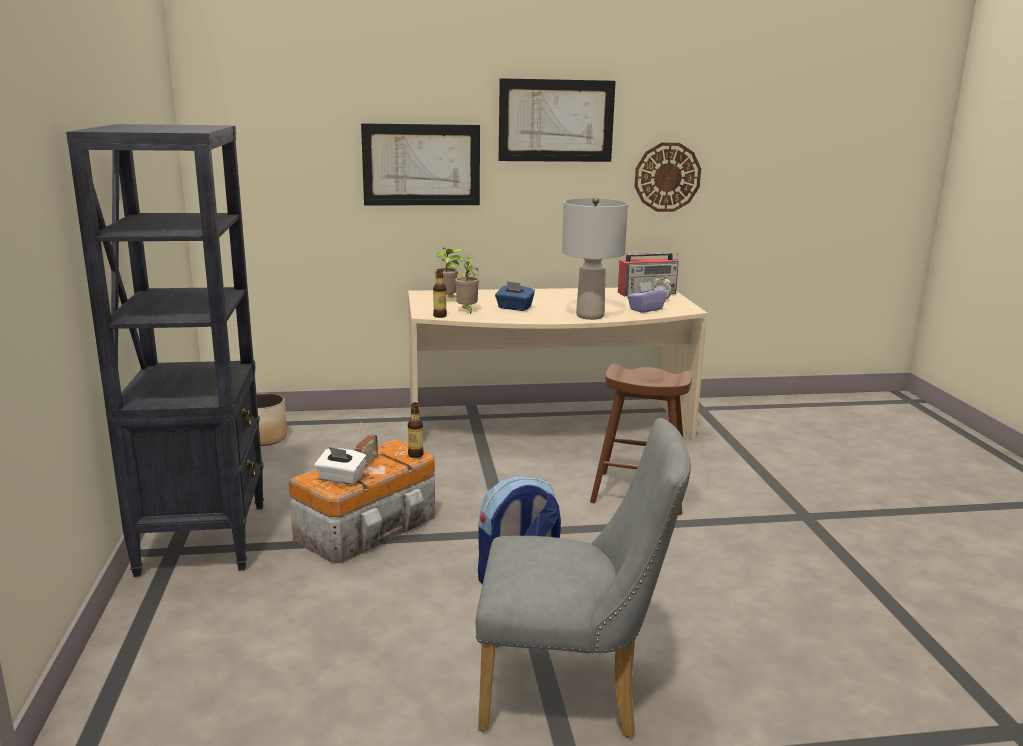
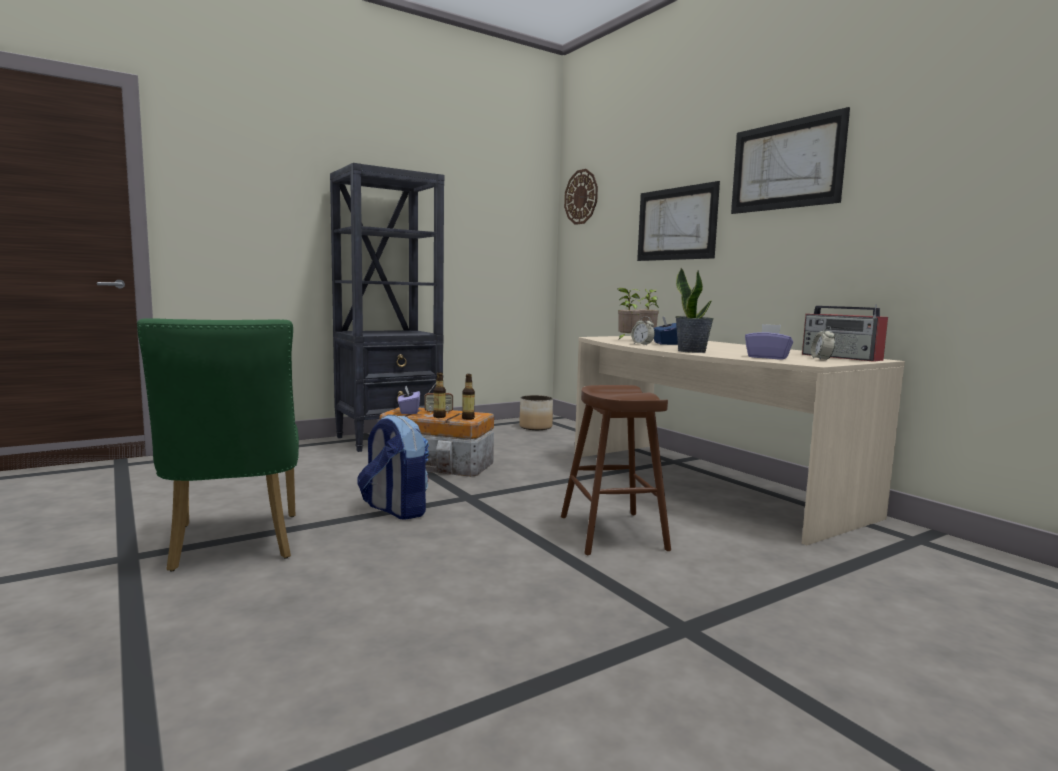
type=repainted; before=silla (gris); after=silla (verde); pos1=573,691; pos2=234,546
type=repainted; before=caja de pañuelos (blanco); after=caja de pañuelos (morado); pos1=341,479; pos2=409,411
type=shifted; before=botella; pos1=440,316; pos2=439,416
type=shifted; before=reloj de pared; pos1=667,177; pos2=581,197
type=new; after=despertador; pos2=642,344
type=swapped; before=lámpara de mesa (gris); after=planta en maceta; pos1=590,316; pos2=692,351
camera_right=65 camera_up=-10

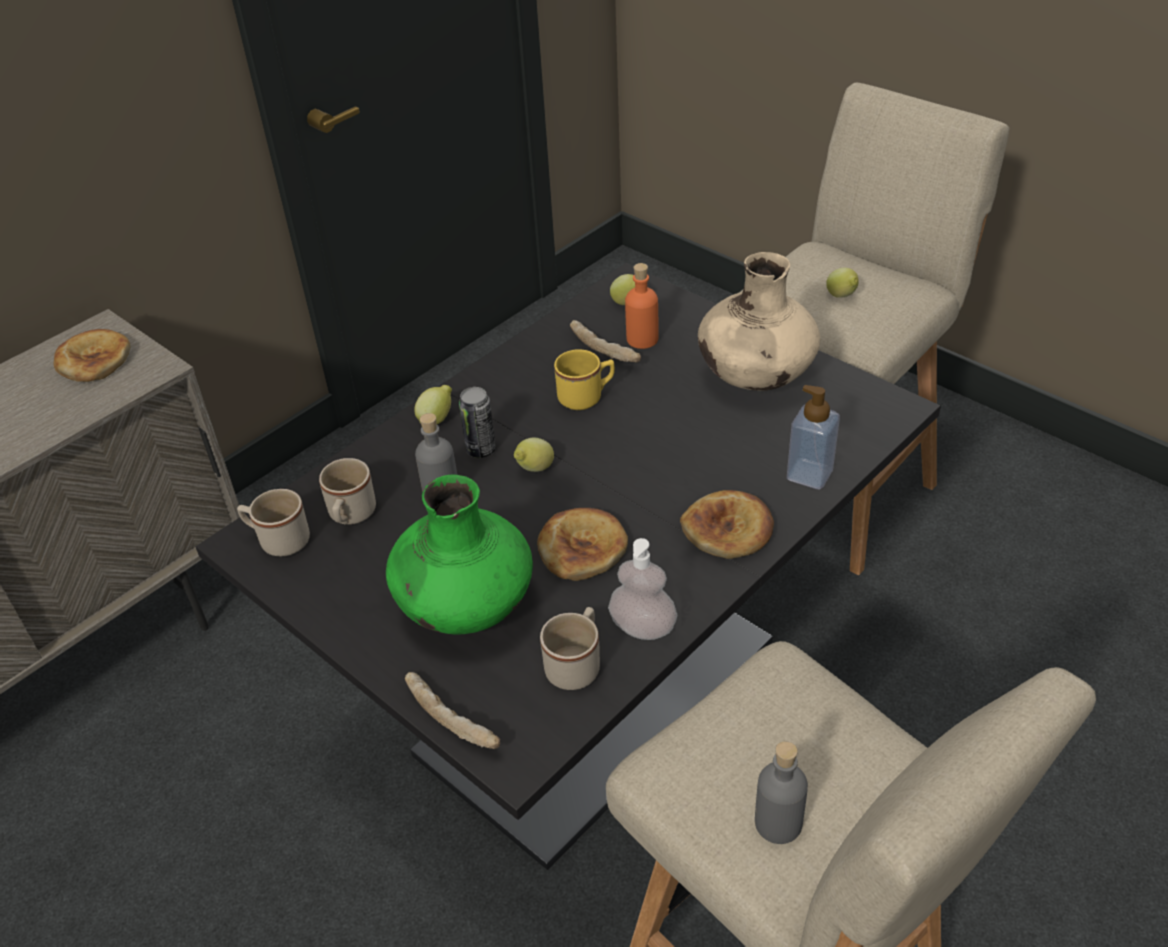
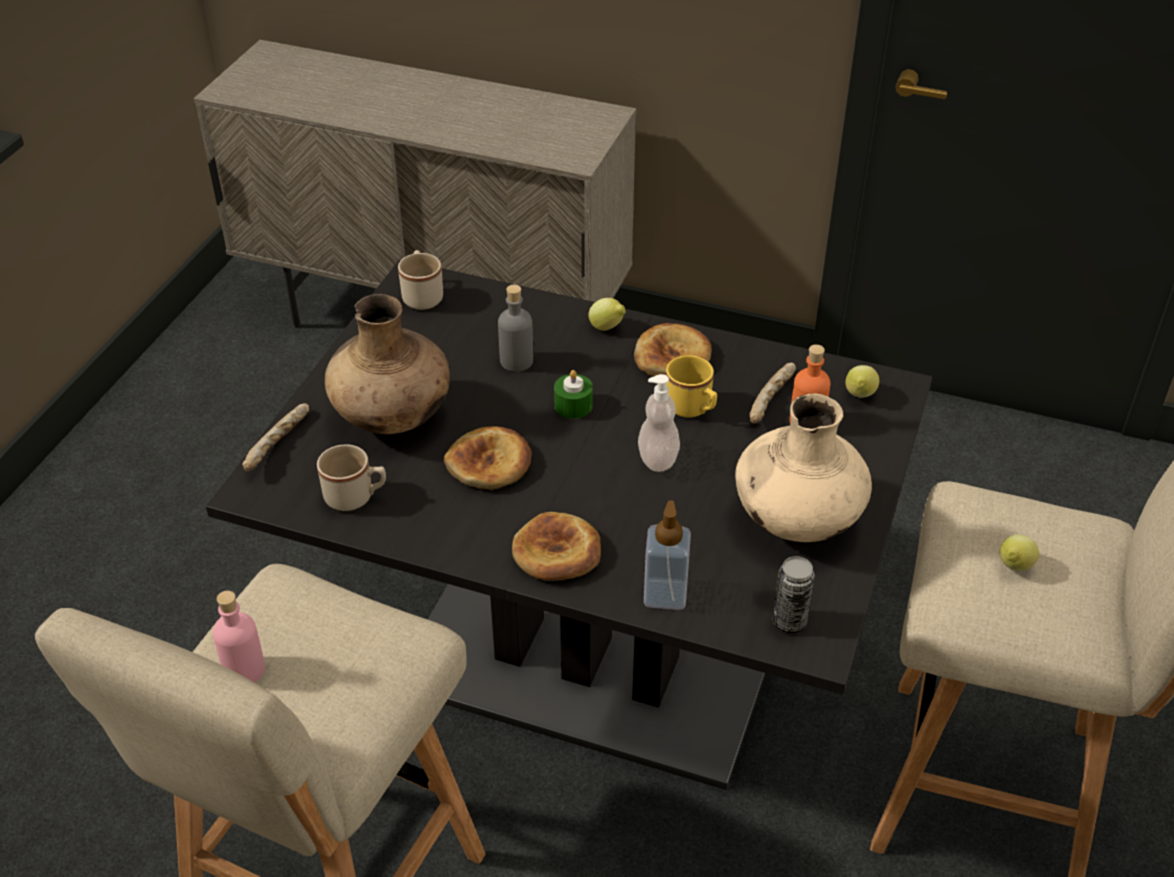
type=repainted; before=botella (gris); after=botella (rosa); pos1=778,823; pos2=244,670
type=repainted; before=florero (verde); after=florero (marrón); pos1=465,608; pos2=392,416
type=swapped; before=limón; after=vela (verde); pos1=534,470; pos2=573,405
type=shifted; before=pan; pos1=94,360; pos2=672,356
type=shifted; before=dispensador de jabón; pos1=642,627; pos2=658,459
type=shifted; before=lata; pos1=481,449; pos2=789,622
type=gone; before=taza grande (beis); pos1=350,516
camera_right=65 camera_up=0

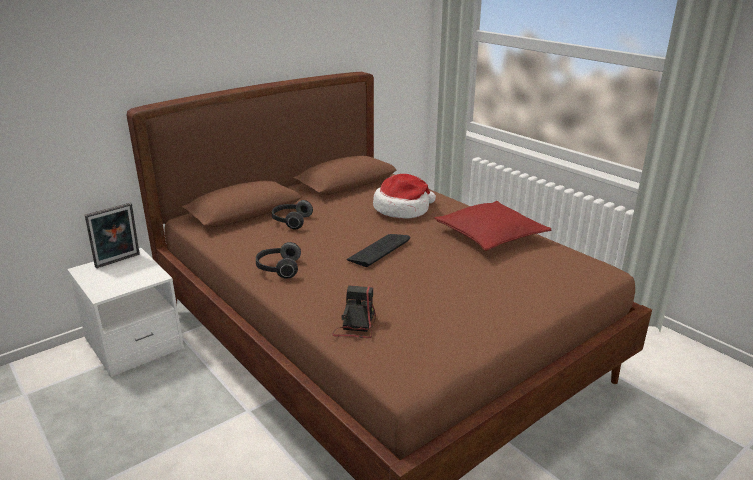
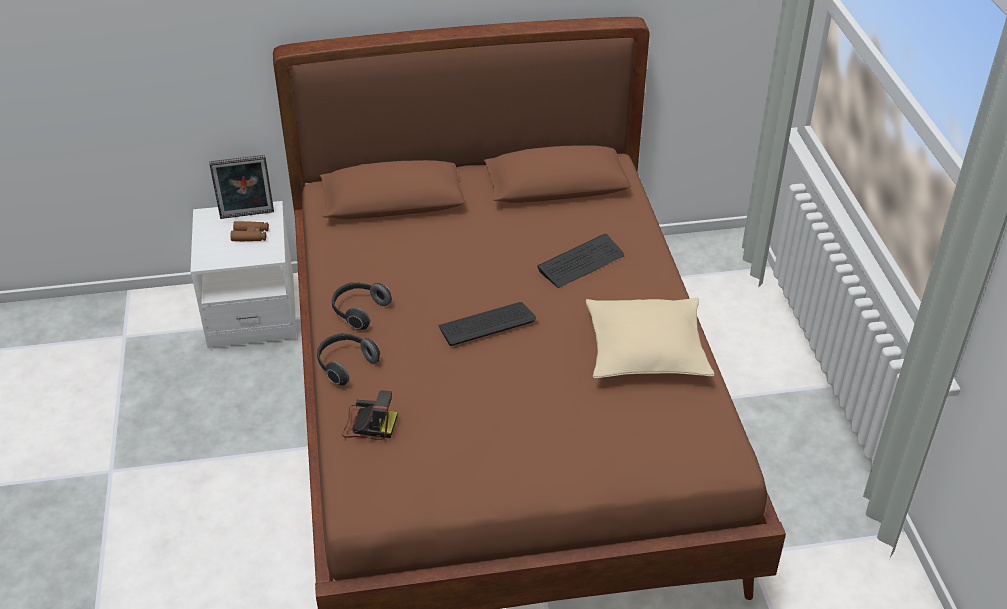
type=new; after=prismáticos (marrón); pos2=250,235
type=shifted; before=auriculares; pos1=291,221; pos2=345,365
type=rotated; before=cámara; pos1=356,325; pos2=368,424; turn=60
type=swapped; before=sombrero; after=teclado; pos1=402,209; pos2=581,262
type=repainted; before=cojín (rojo); after=cojín (beis); pos1=490,235; pos2=646,350
camera_right=30 camera_up=15

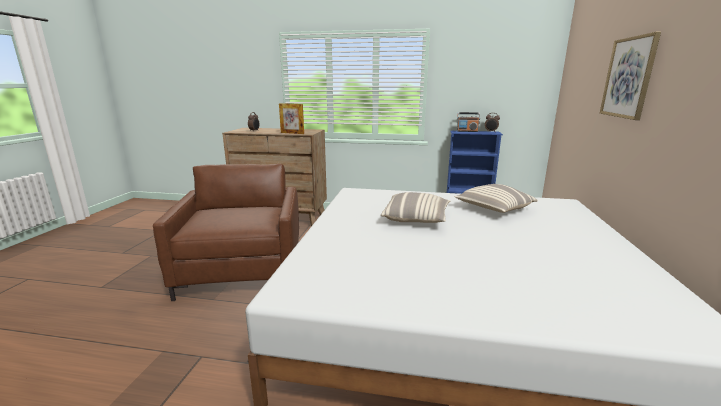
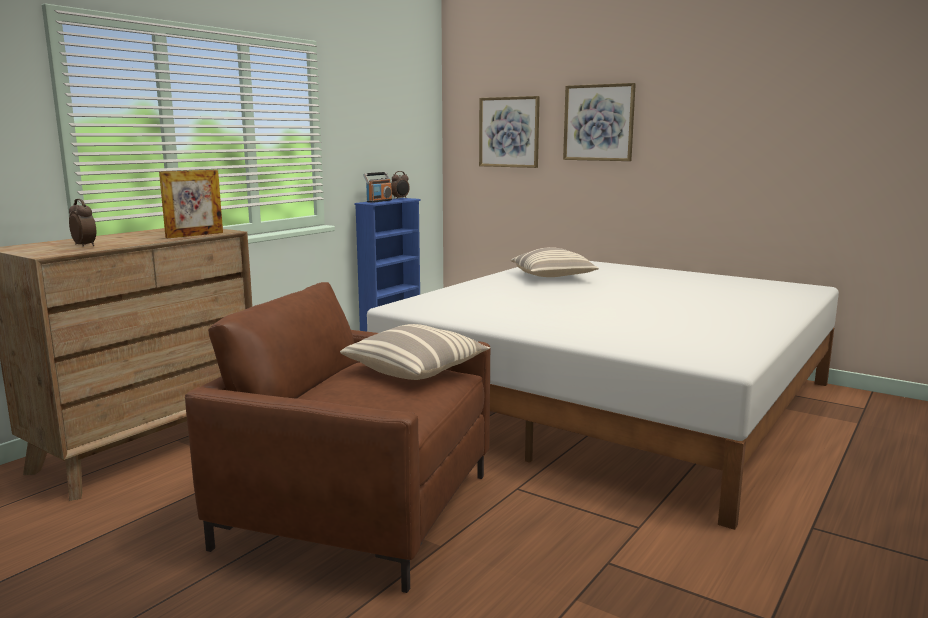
type=shifted; before=cojín; pos1=416,218; pos2=416,369
type=new; after=cuadro; pos2=509,132
camera_right=-65 camera_up=-5

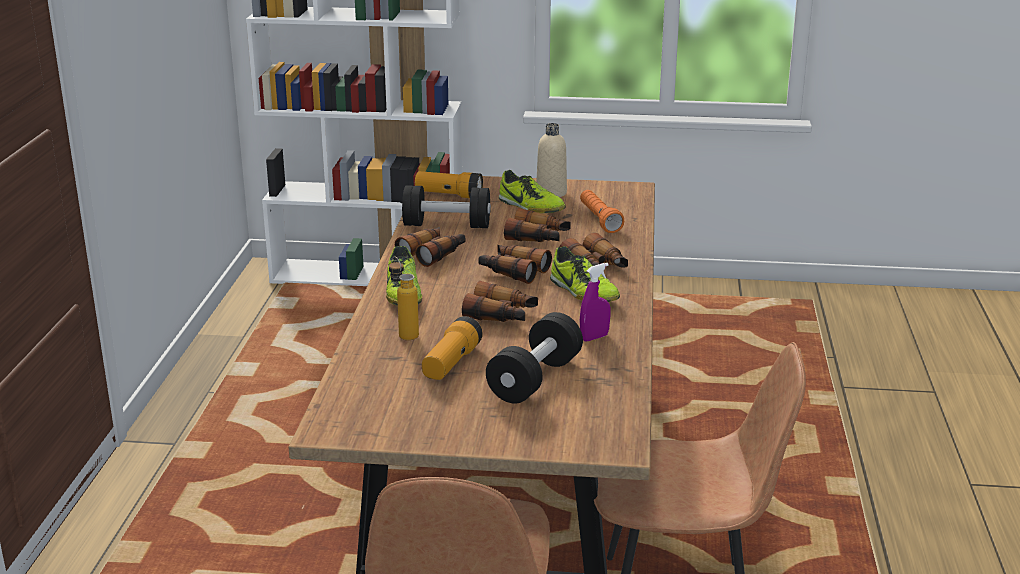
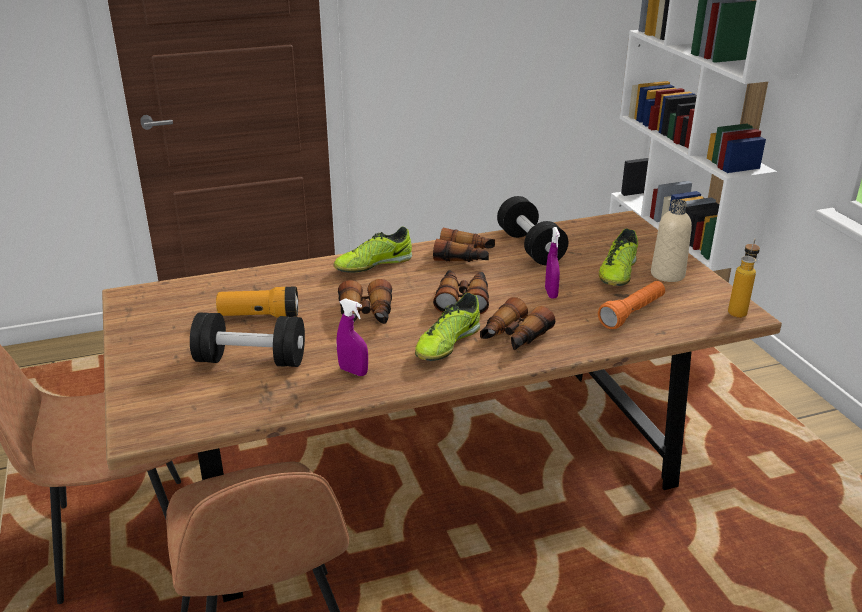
type=swapped; before=prismáticos; after=pulverizador (morado); pos1=538,238; pos2=551,293
type=shifted; before=botella; pos1=404,333; pos2=738,310
type=gone; before=linterna; pos1=449,195
camera_right=65 camera_up=5

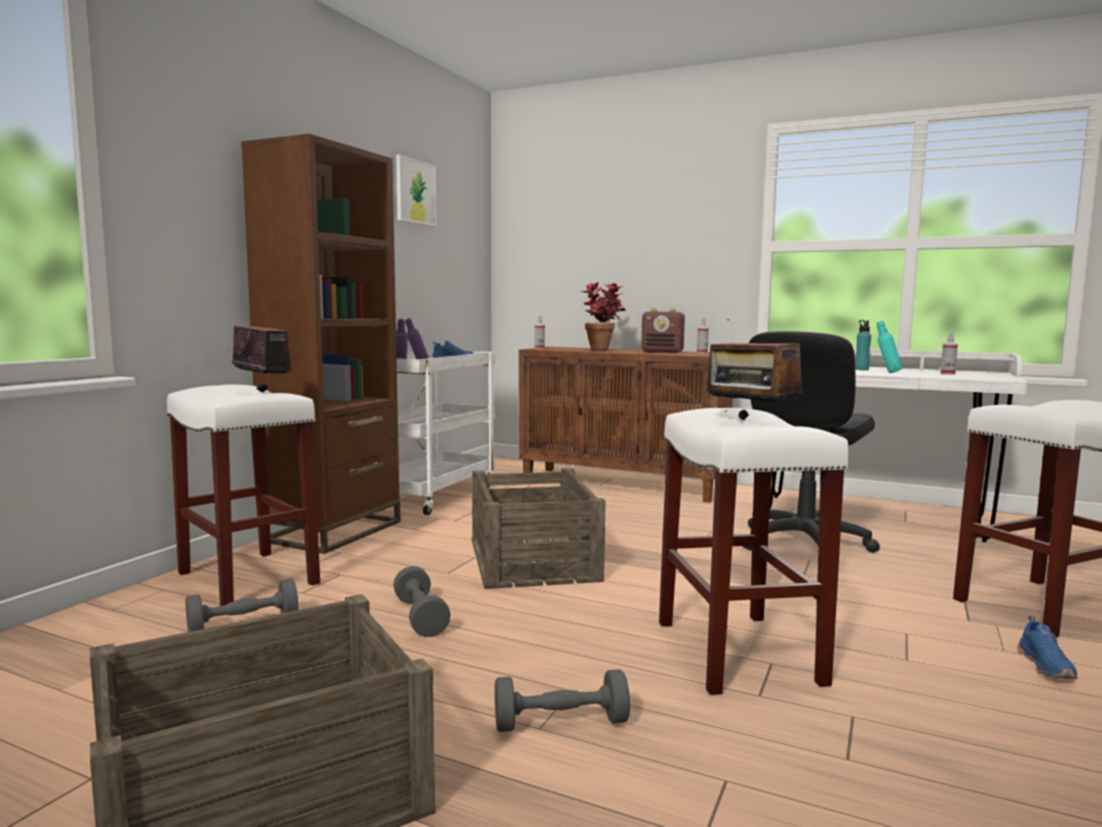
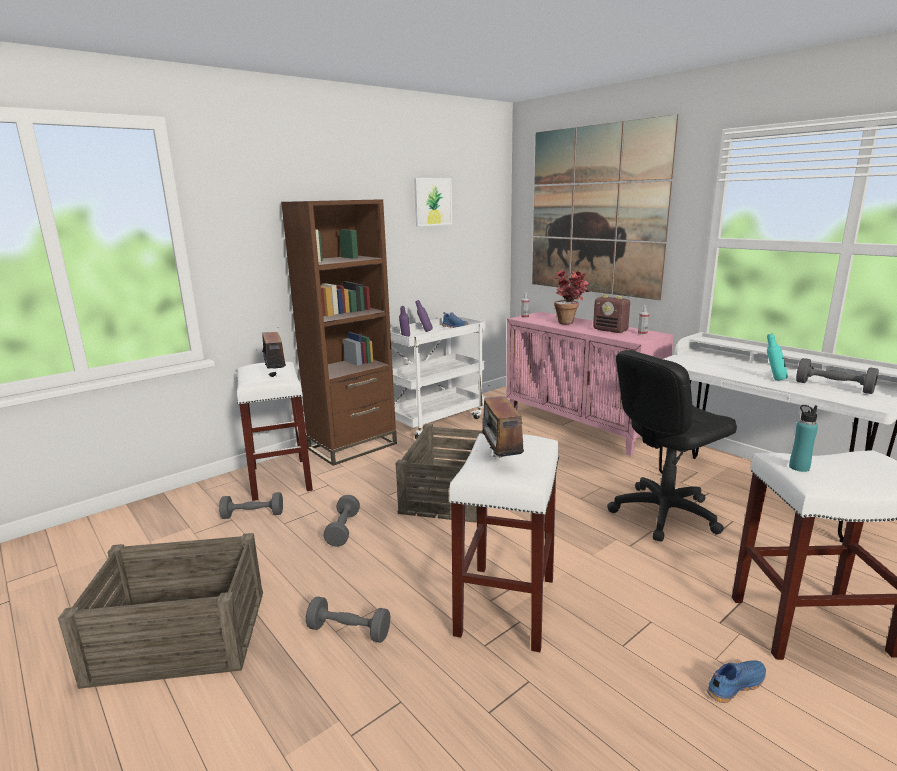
type=repainted; before=armario (marrón); after=armario (rosa); pos1=623,484; pos2=580,426
type=new; after=cuadro; pos2=595,211
type=rotated; before=zapato (azul); pos1=1047,667; pos2=734,685; turn=-150
type=shifted; before=botella (turquesa); pos1=861,369; pos2=799,467
type=swapped; before=pulverizador; after=mancuerna (gris); pos1=947,374; pos2=833,387
camera_right=25 camera_up=10

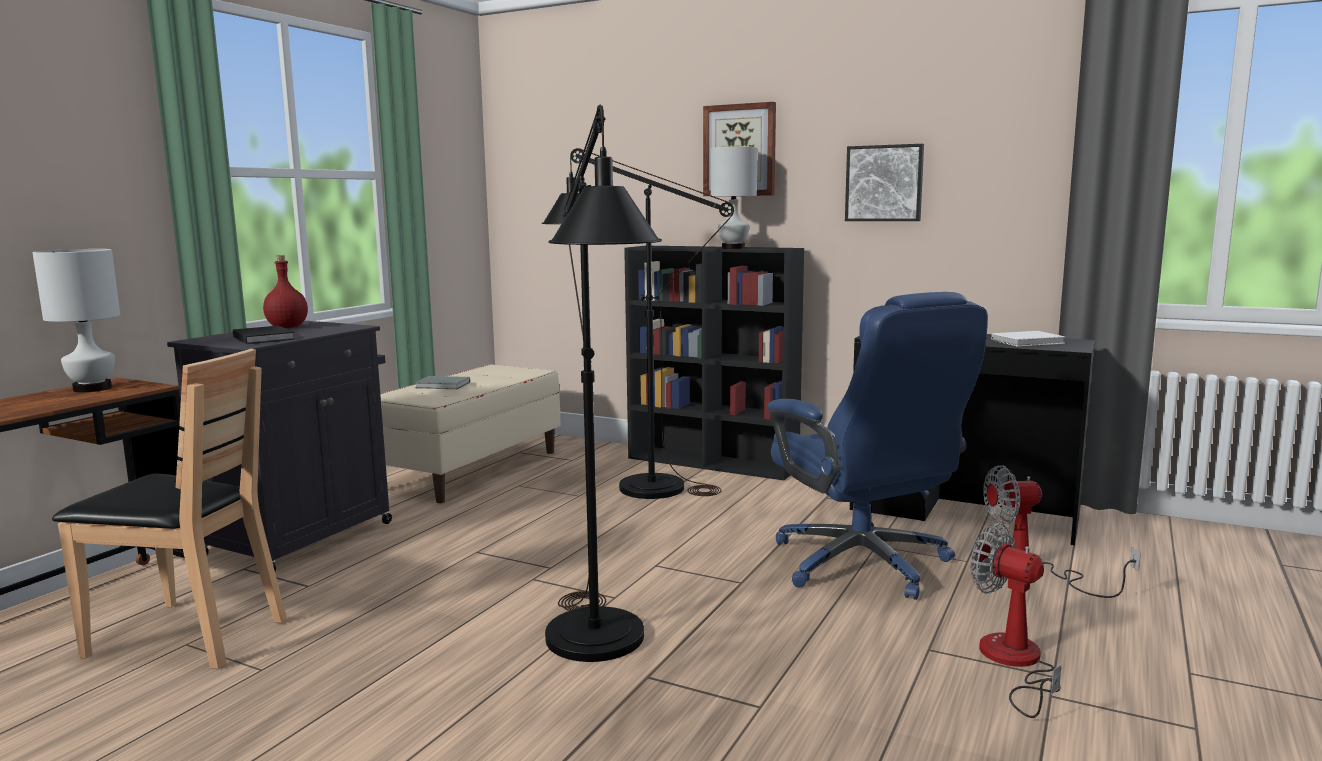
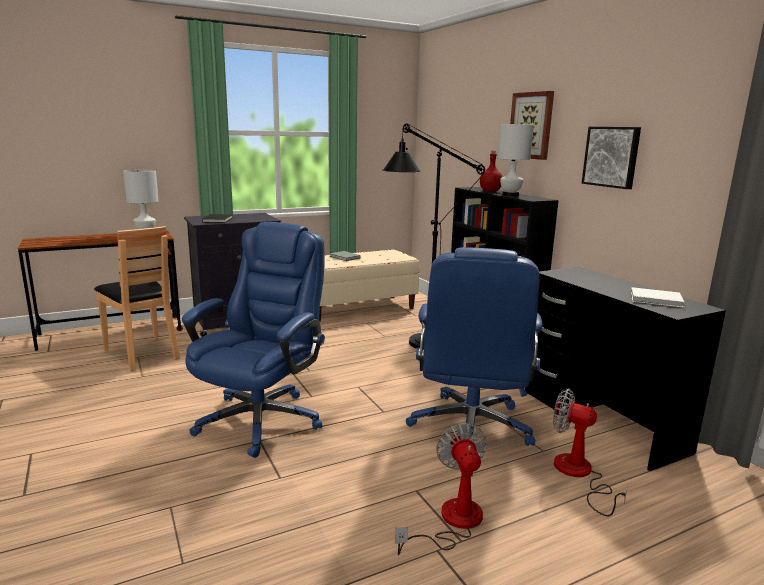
type=swapped; before=lámpara de pie (negro); after=silla de oficina (azul); pos1=599,651; pos2=261,419
type=shifted; before=botella (rojo); pos1=288,327; pos2=490,191
camera_right=35 camera_up=5

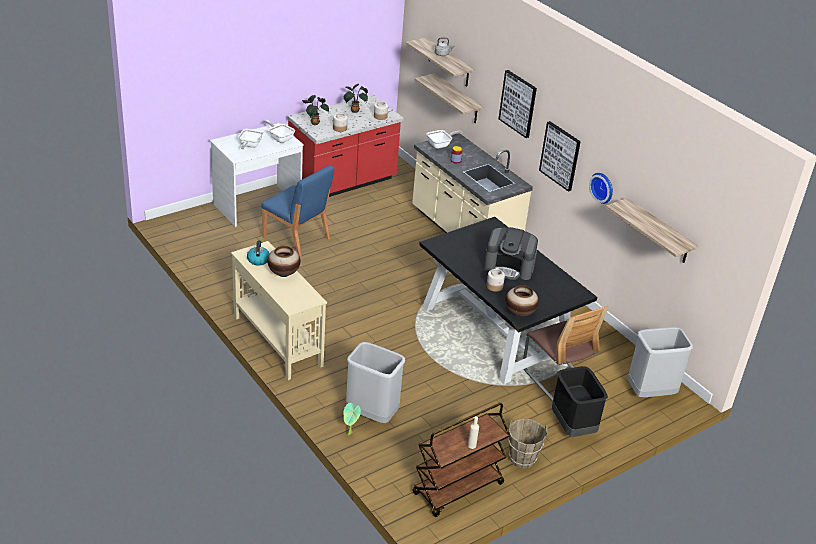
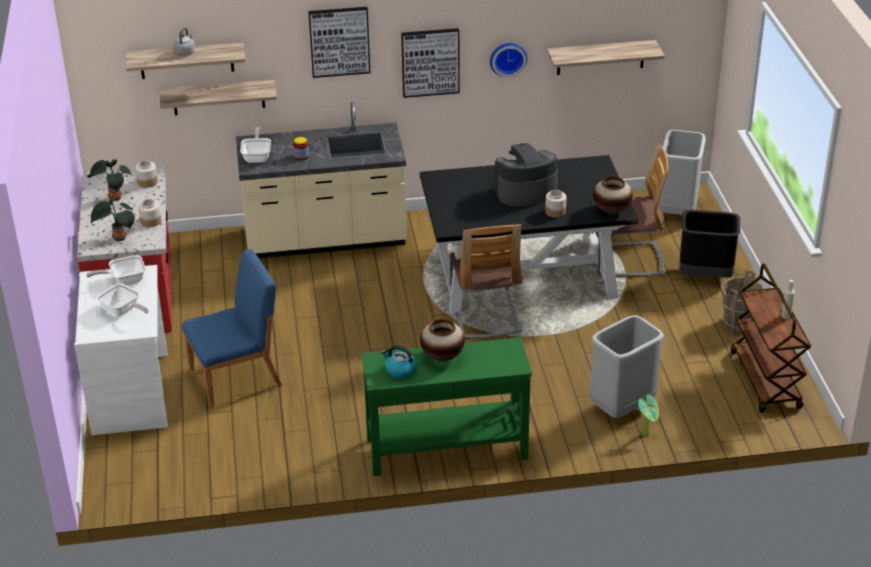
type=repainted; before=mesa consola (beis); after=mesa consola (verde); pos1=277,340; pos2=445,449
type=new; after=silla; pos2=485,315
type=rotated; before=cafetera; pos1=509,267; pos2=525,192; turn=-150
camera_right=-60 camera_up=0

